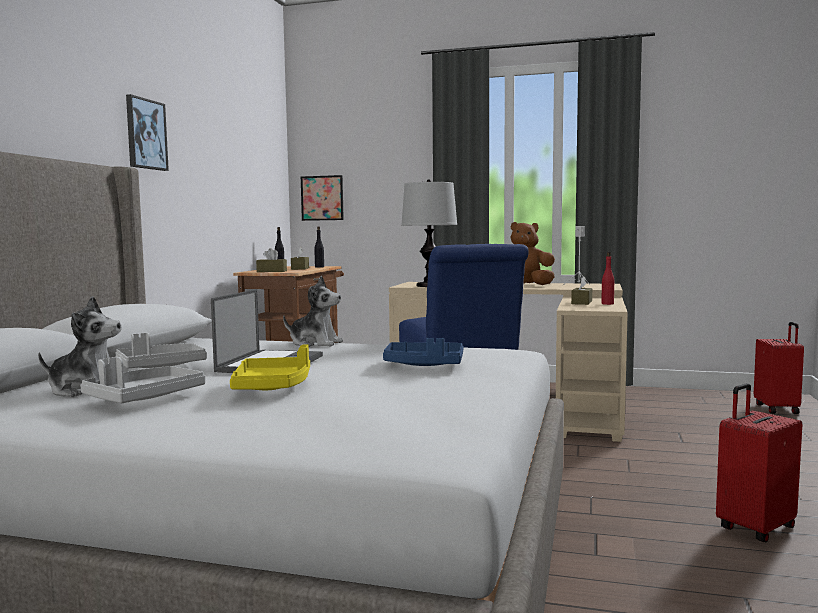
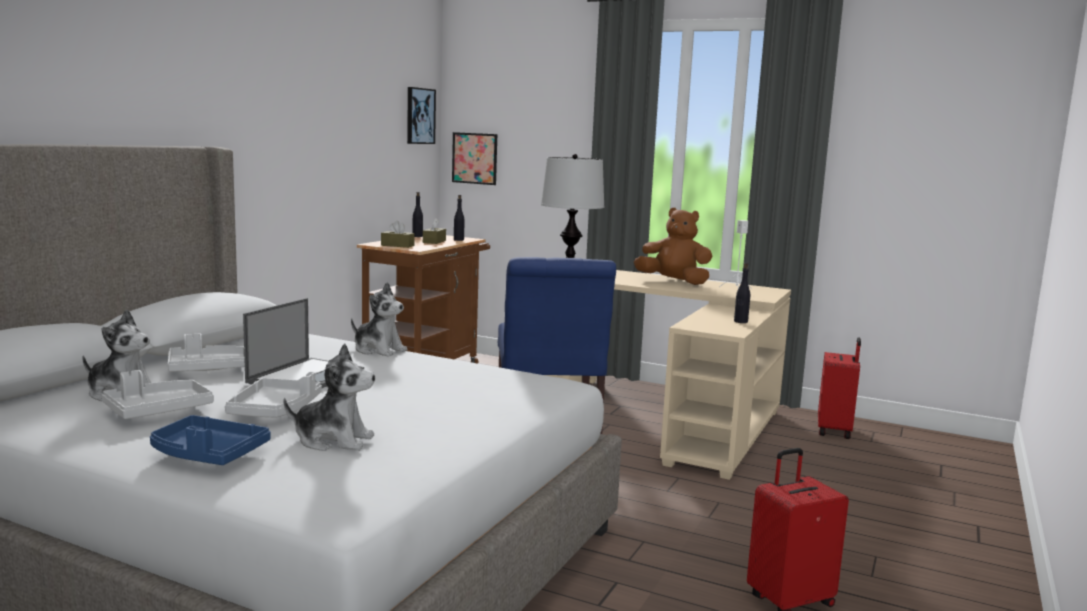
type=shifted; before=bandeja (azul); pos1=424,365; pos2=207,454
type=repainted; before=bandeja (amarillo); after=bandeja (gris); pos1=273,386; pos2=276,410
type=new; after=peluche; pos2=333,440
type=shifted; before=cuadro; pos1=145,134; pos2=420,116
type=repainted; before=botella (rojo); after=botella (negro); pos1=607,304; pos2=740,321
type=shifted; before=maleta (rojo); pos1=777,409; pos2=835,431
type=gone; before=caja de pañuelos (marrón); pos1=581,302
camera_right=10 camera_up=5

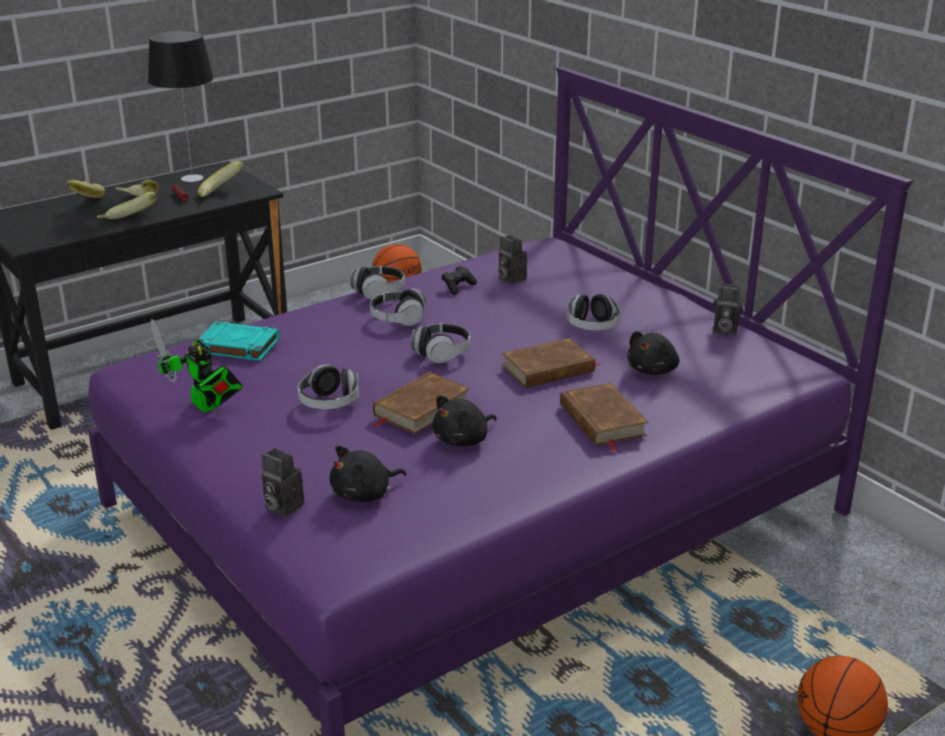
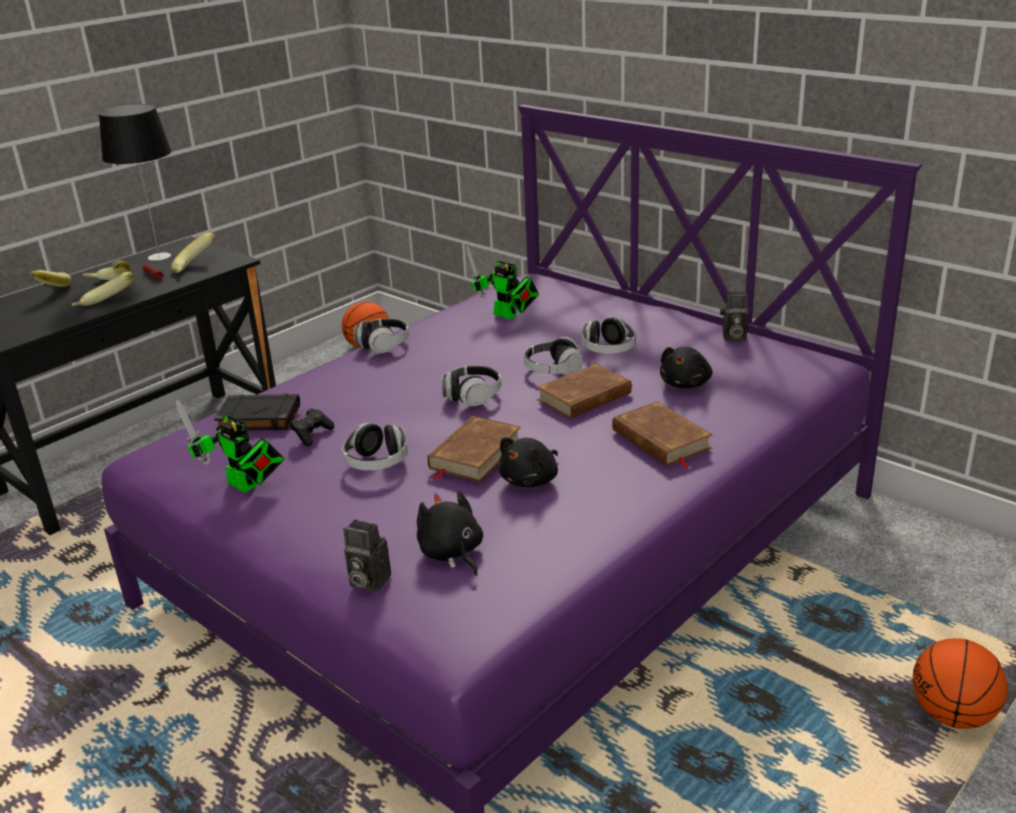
type=repainted; before=libro (turquesa); after=libro (negro); pos1=237,346; pos2=258,418
type=shifted; before=mando de consola (negro); pos1=458,287; pos2=312,434
type=rotated; before=peluche (negro); pos1=364,494; pos2=452,553; turn=105
type=swapped; before=cámara; after=robot de juguete; pos1=510,279; pos2=508,316
type=shifted; before=auriculares; pos1=398,319; pos2=553,370
camera_right=-10 camera_up=0

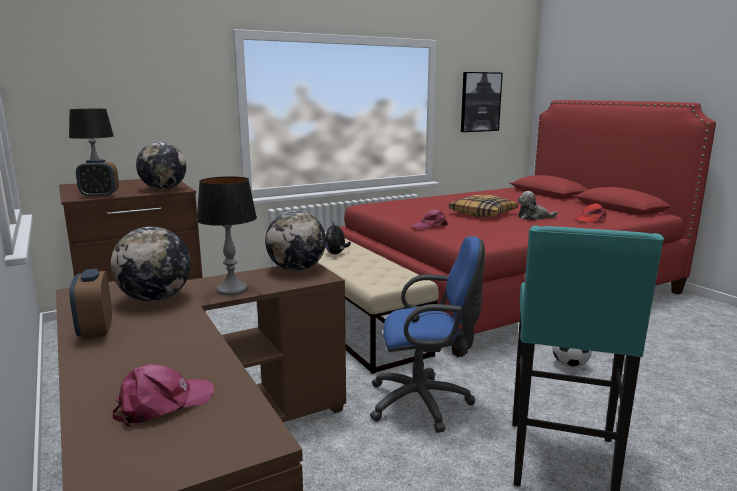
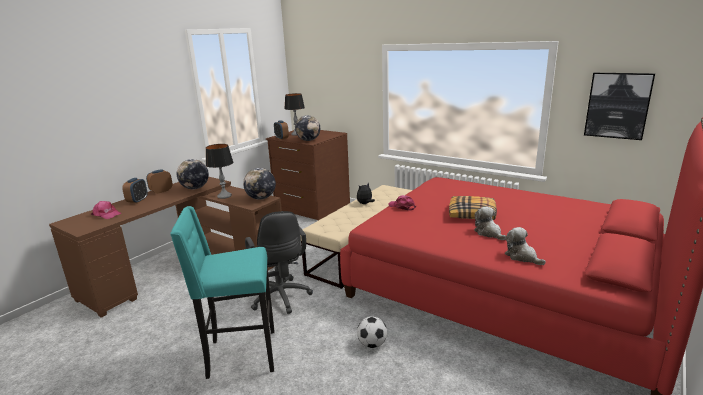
type=new; after=despertador; pos2=137,201
type=repainted; before=silla de oficina (azul); after=silla de oficina (negro); pos1=425,403; pos2=281,298
type=swapped; before=gorra (rojo); after=peluche; pos1=590,219; pos2=522,257
camera_right=65 camera_up=5

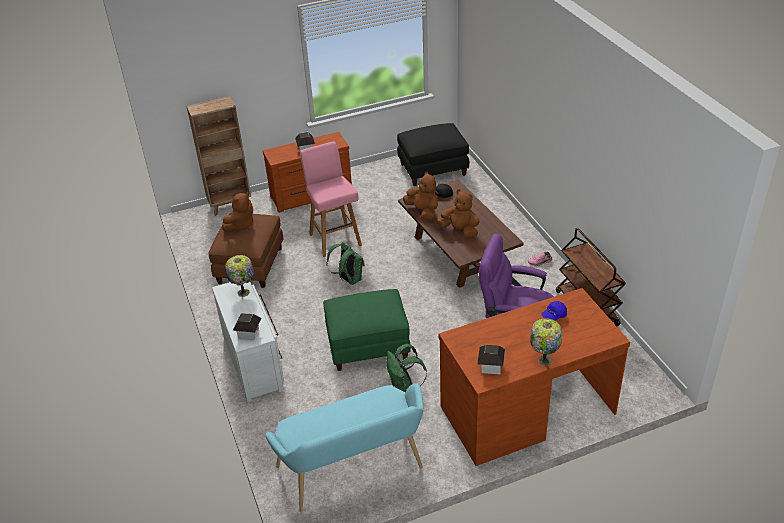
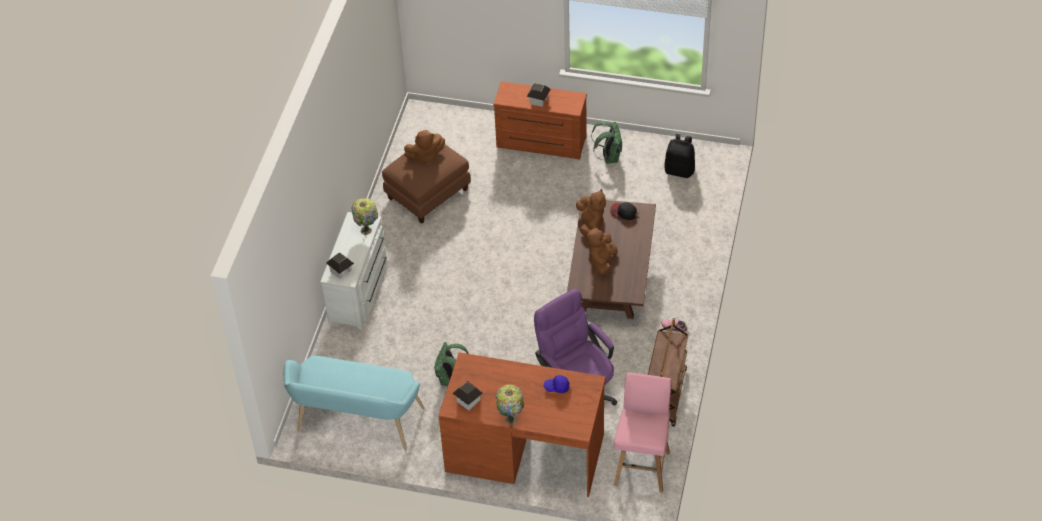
type=rotated; before=peluche (marrón); pos1=460,230; pos2=602,261; turn=-135
type=shifted; before=mochila (verde); pos1=348,279; pos2=609,157
type=shifted; before=taburete (rosa); pos1=335,239; pos2=642,467
type=swapped; before=puf (negro); after=mochila (negro); pos1=433,169; pos2=679,170
type=gone; before=estantería (marrón); pos1=230,205
type=gone; before=puf (verde); pos1=367,347
camera_right=35 camera_up=10

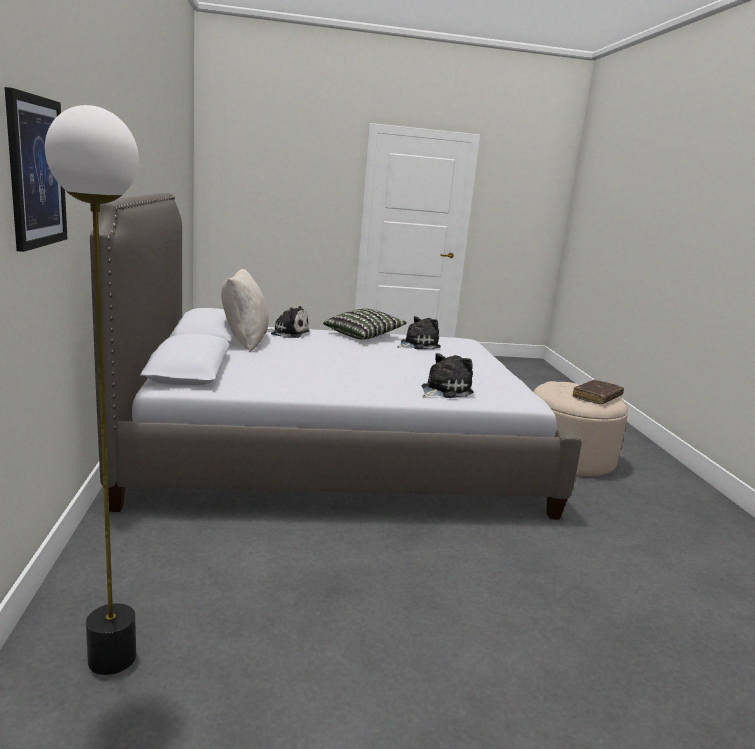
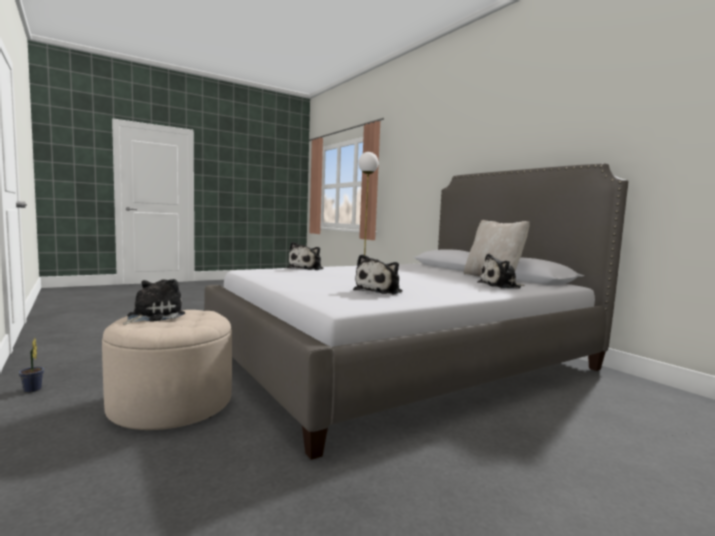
type=new; after=planta en maceta; pos2=32,390
type=swapped; before=libro (marrón); after=peluche; pos1=597,397; pos2=152,316
type=gone; before=cuadro; pos1=36,172
type=gone; before=cojín; pos1=363,335
camera_right=155 camera_up=-10

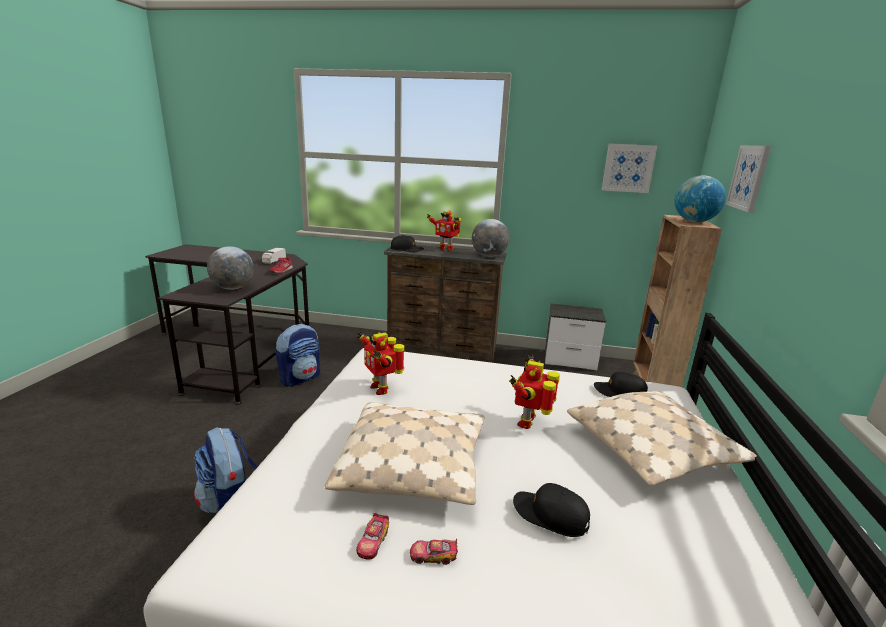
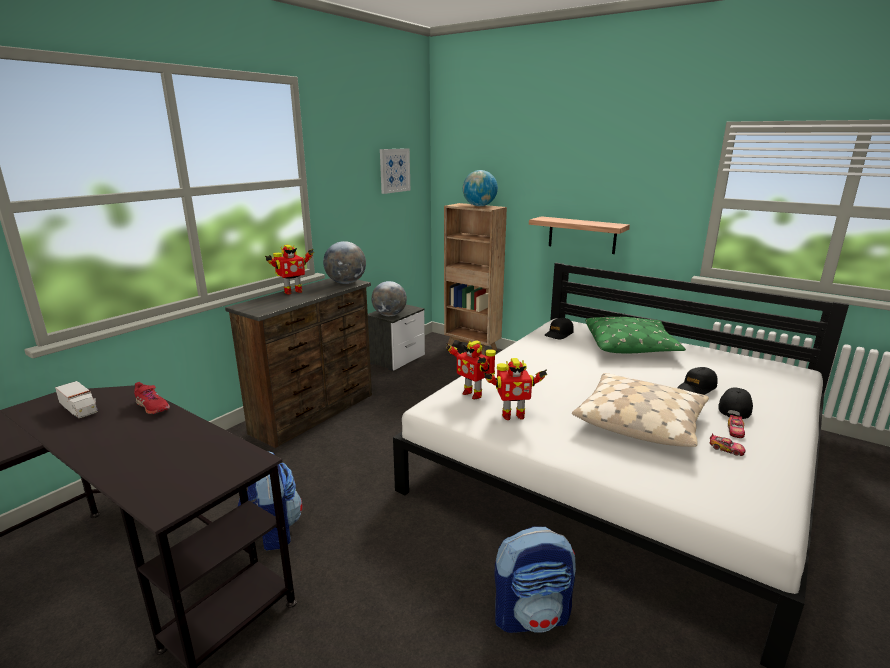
type=shifted; before=globo terráqueo; pos1=233,288; pos2=389,315
type=shifted; before=robot de juguete; pos1=528,422; pos2=473,394
type=new; after=estante; pos2=582,235
type=repainted; before=cojín (beis); after=cojín (verde); pos1=653,450; pos2=630,346
type=shifted; before=gorra (negro); pos1=407,249; pos2=734,408
type=gone; before=cuadro; pos1=749,177
camera_right=-65 camera_up=0

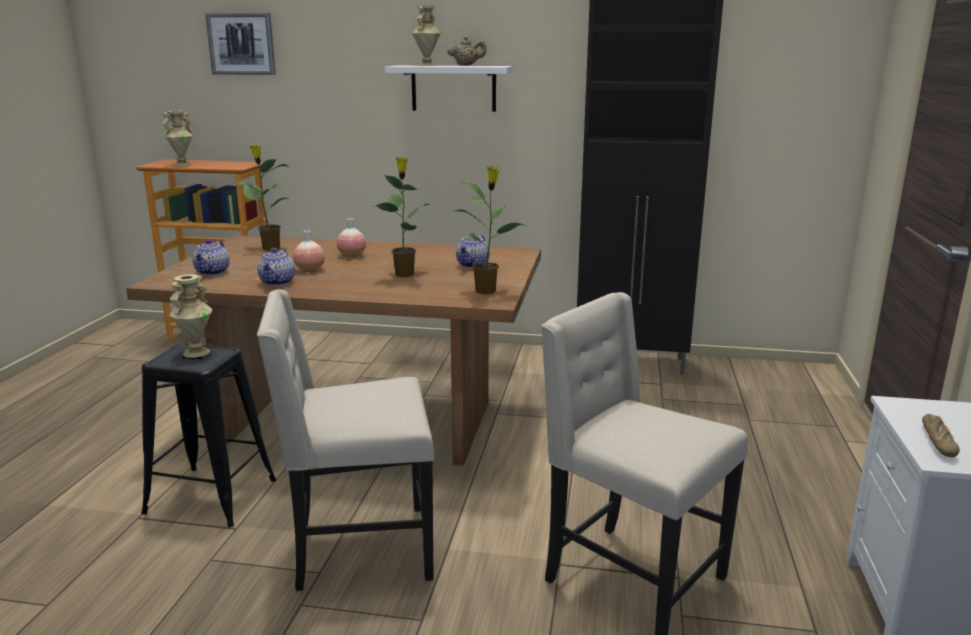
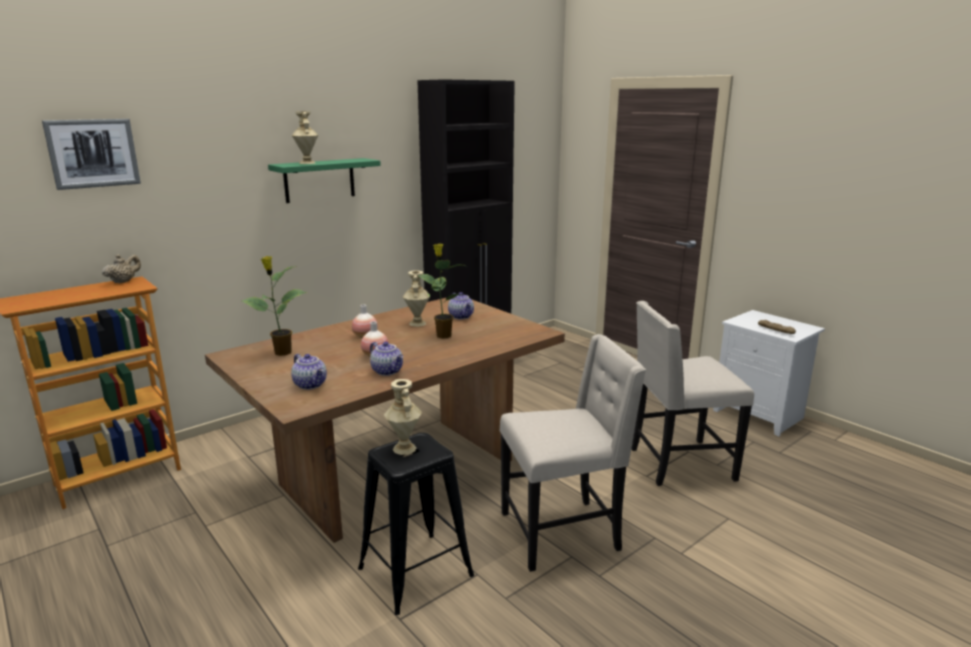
type=shifted; before=tetera (beis); pos1=466,65; pos2=124,281
type=repainted; before=estante (blanco); after=estante (verde); pos1=453,88; pos2=319,180
type=shifted; before=florero (beis); pos1=182,164; pos2=417,323
type=rotated; before=silla (beis); pos1=359,549; pos2=562,532; turn=-135
type=gone; before=planta en maceta; pos1=487,291
camera_right=-50 camera_up=0

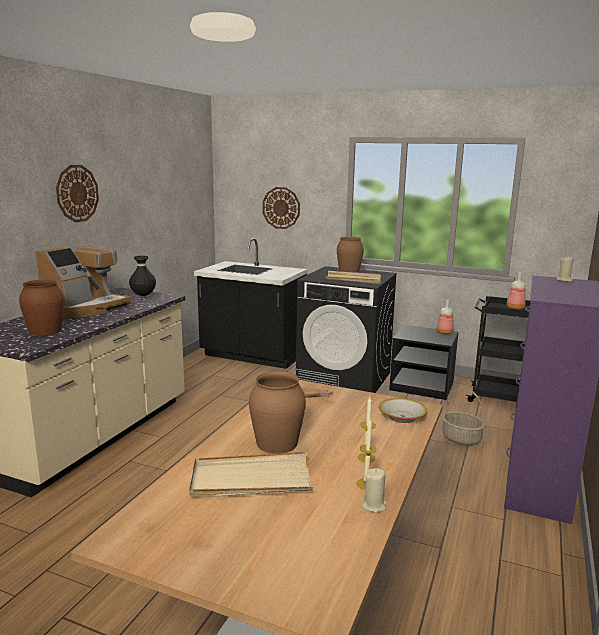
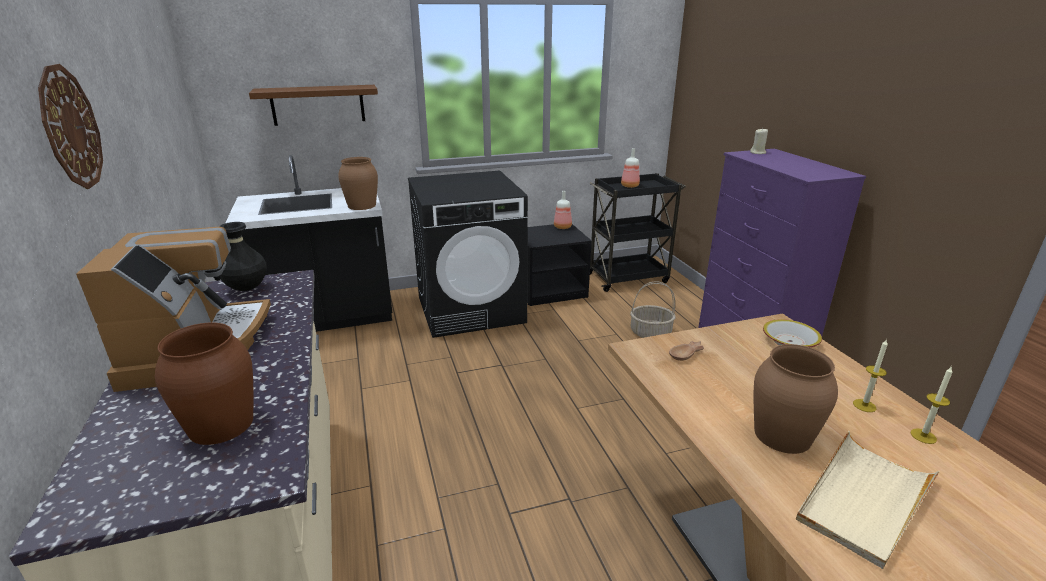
type=swapped; before=reloj de pared; after=estante (marrón); pos1=281,208; pos2=318,105
type=shifted; before=florero (marrón); pos1=349,271; pos2=361,205
type=gone; before=bandeja (beis); pos1=353,280
type=gone; before=vela (beis); pos1=374,505
camera_right=-40 camera_up=10

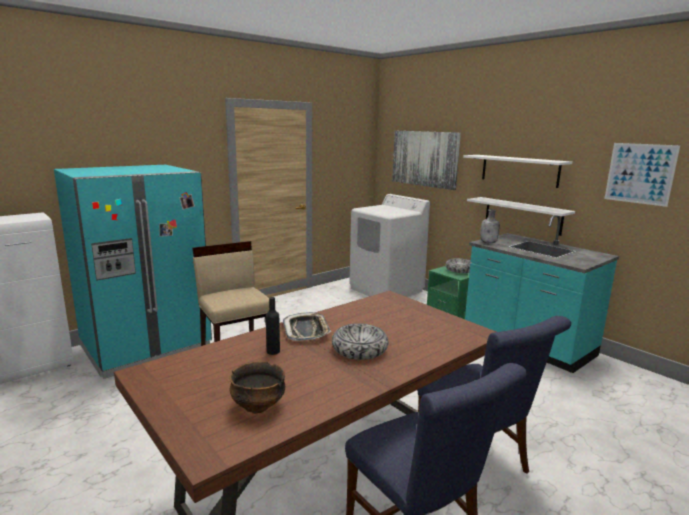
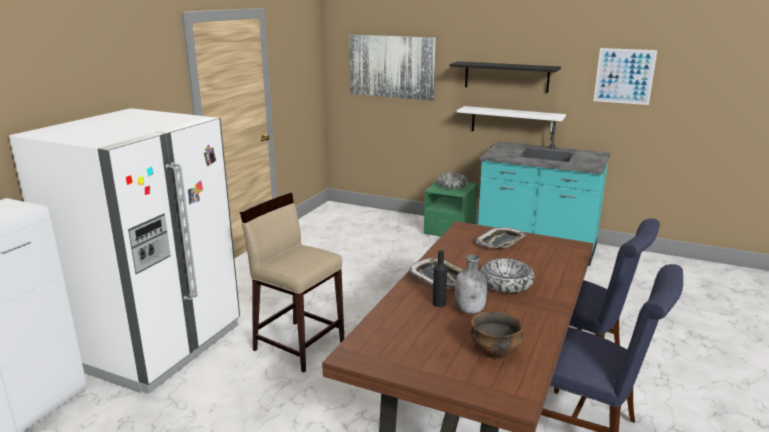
type=repainted; before=nevera (turquesa); after=nevera (blanco); pos1=146,347; pos2=156,345
type=repainted; before=estante (blanco); after=estante (negro); pos1=519,170; pos2=506,76
type=shifted; before=botella (gris); pos1=489,242; pos2=470,310
type=new; after=bandeja; pos2=501,242
type=gone; before=lavadora (blanco); pos1=386,290
camera_right=-25 camera_up=5

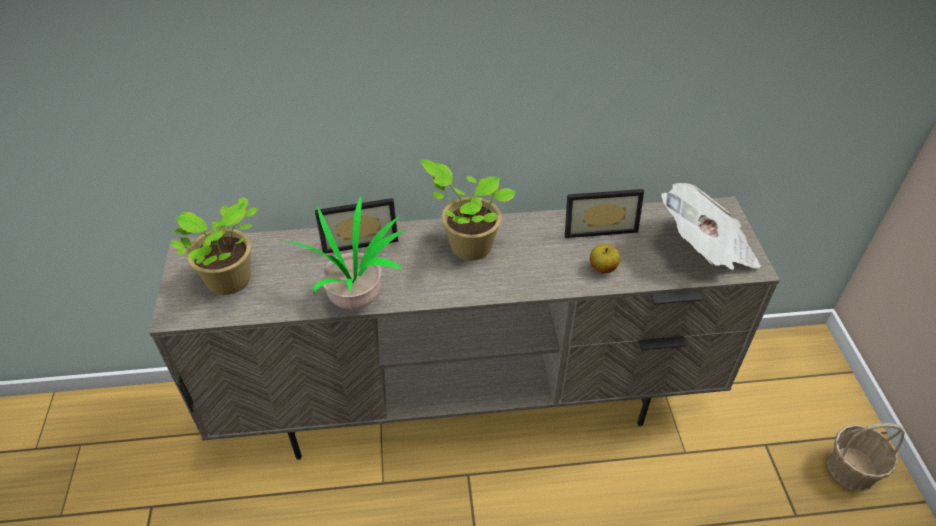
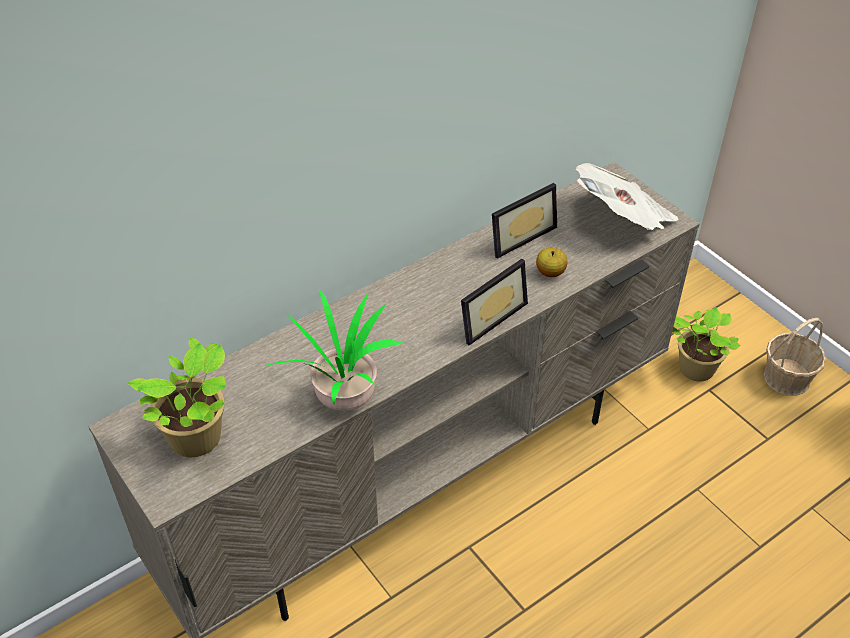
type=shifted; before=portarretratos; pos1=359,238; pos2=487,316
type=shifted; before=planta en maceta; pos1=467,246; pos2=693,369
camera_right=-30 camera_up=0

